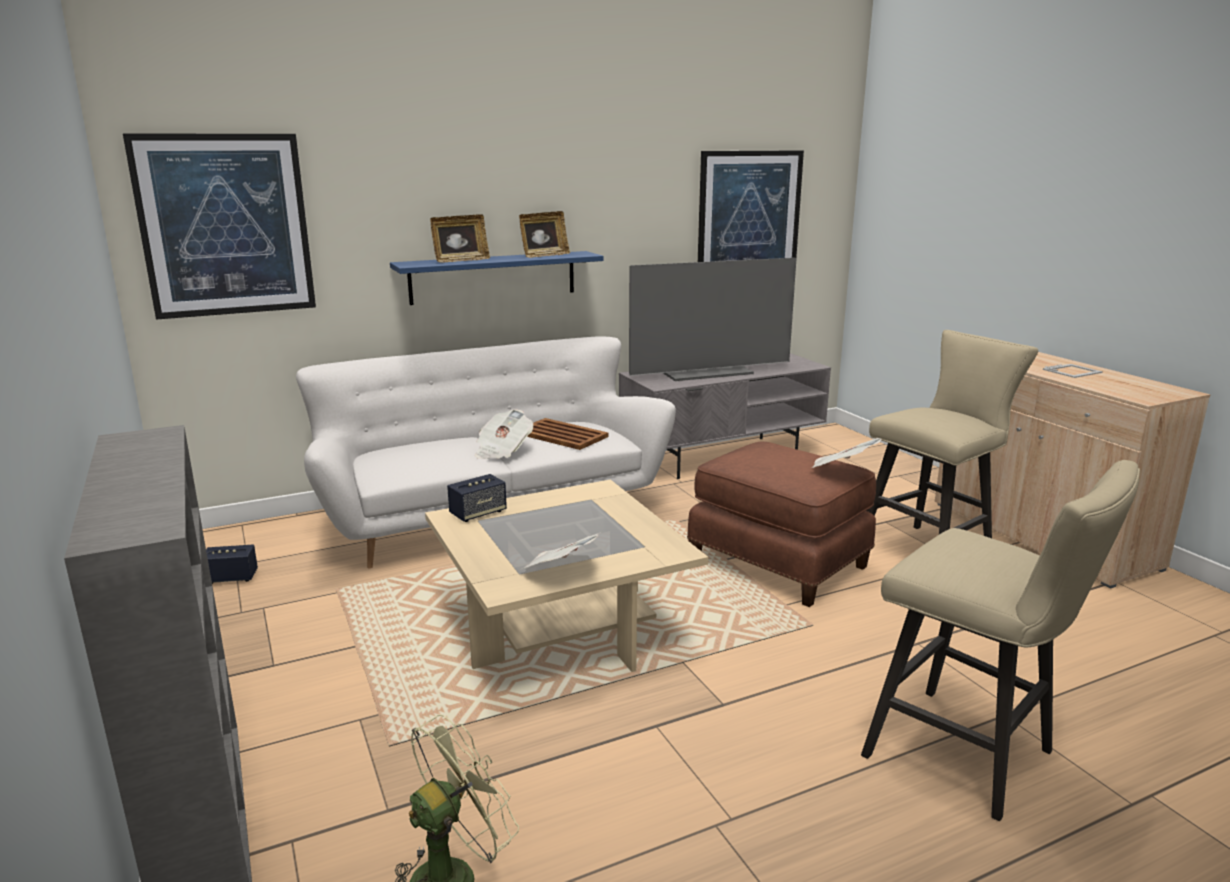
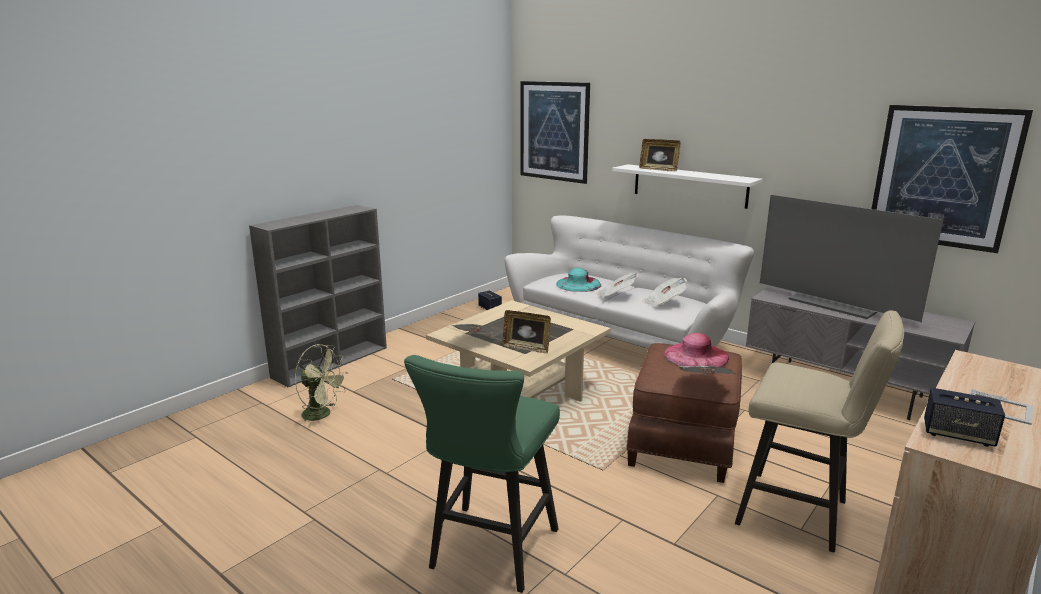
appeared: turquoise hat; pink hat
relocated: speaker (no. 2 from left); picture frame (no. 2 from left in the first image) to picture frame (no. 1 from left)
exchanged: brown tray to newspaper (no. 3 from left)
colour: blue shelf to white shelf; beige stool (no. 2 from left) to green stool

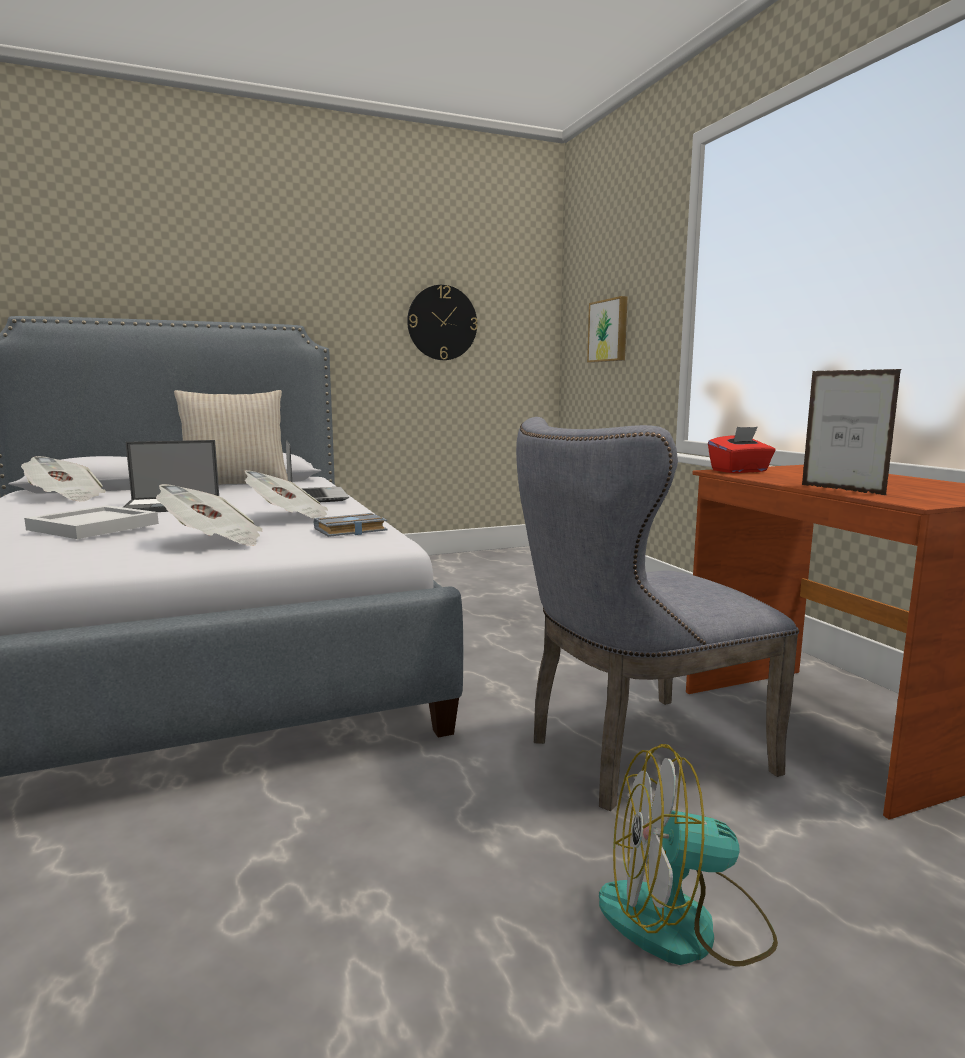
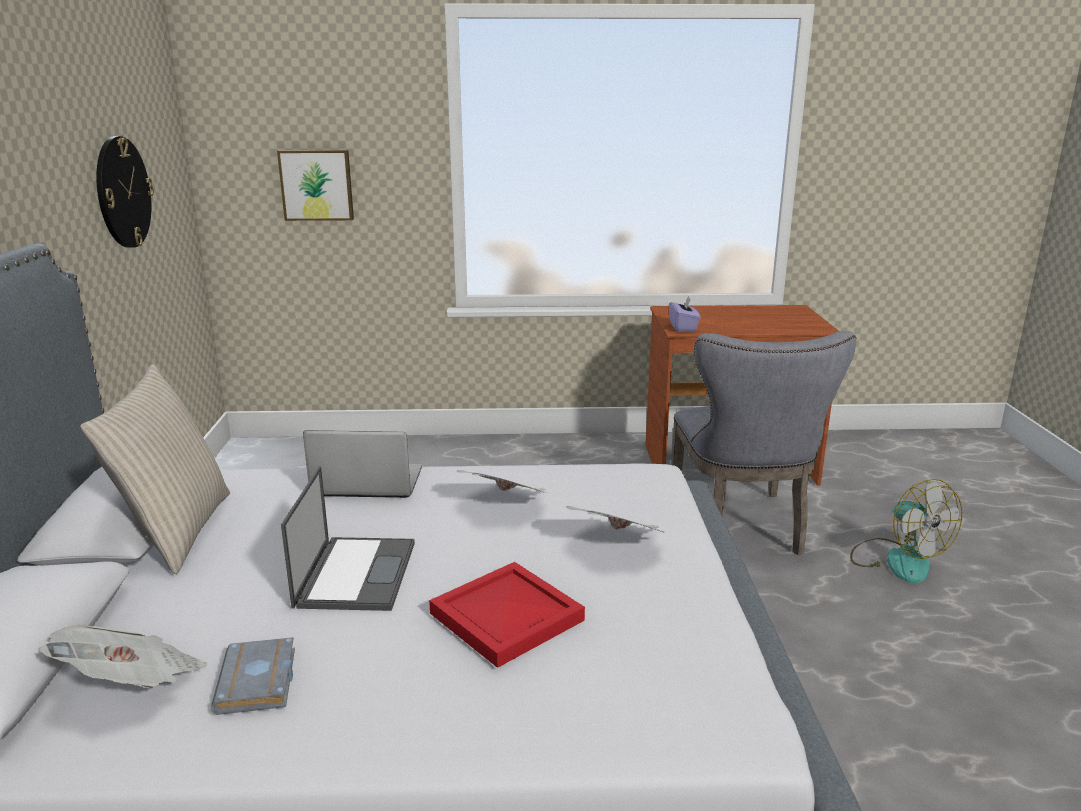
missing: picture frame
relocated: grey book
colour: white tray to red tray; red tissue box to purple tissue box
spun: fan 45 degrees counterclockwise

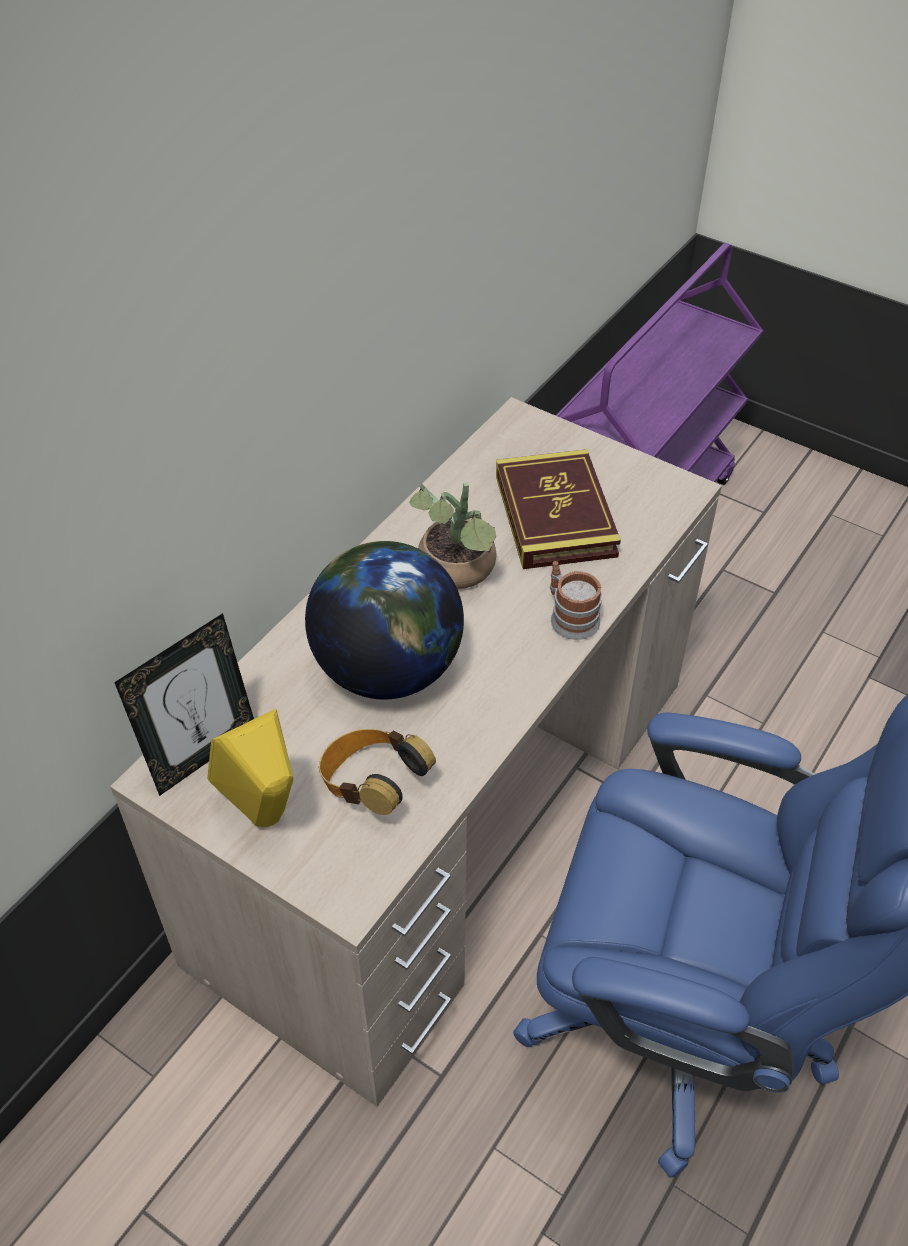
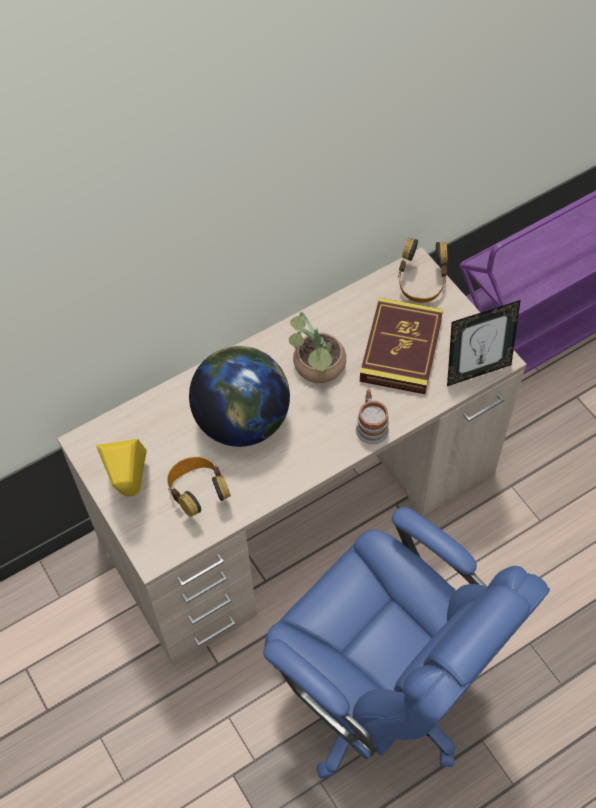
appeared: headphones (no. 2 from left)
relocated: picture frame

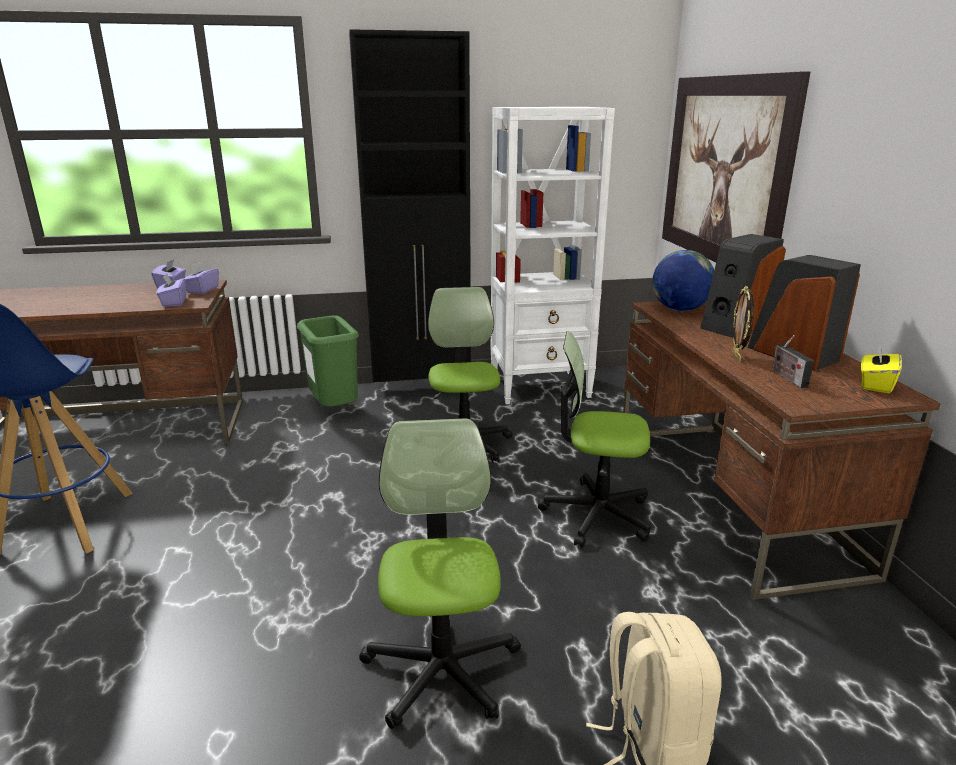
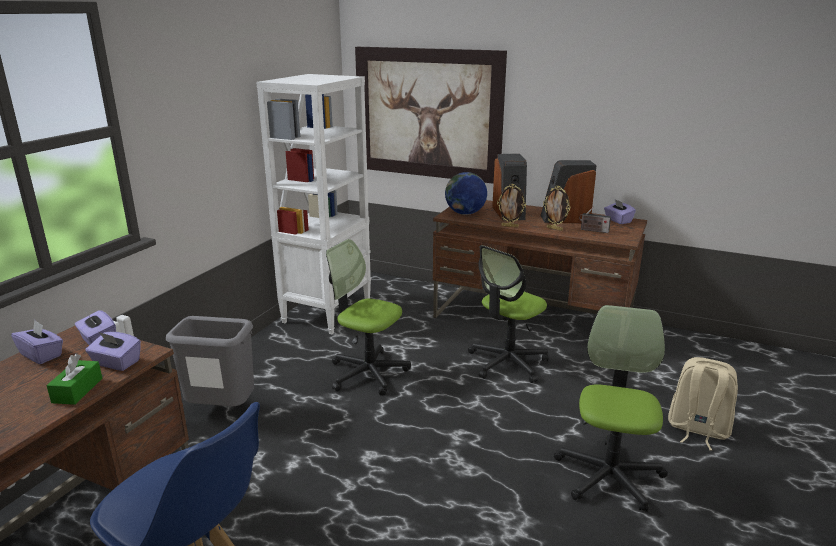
missing: black cabinet
appeared: green tissue box; picture frame (no. 1 from left)
colour: green trash can to grey trash can; yellow tissue box to purple tissue box (no. 4 from left)
spun: office chair (no. 1 from left in the first image) 75 degrees clockwise

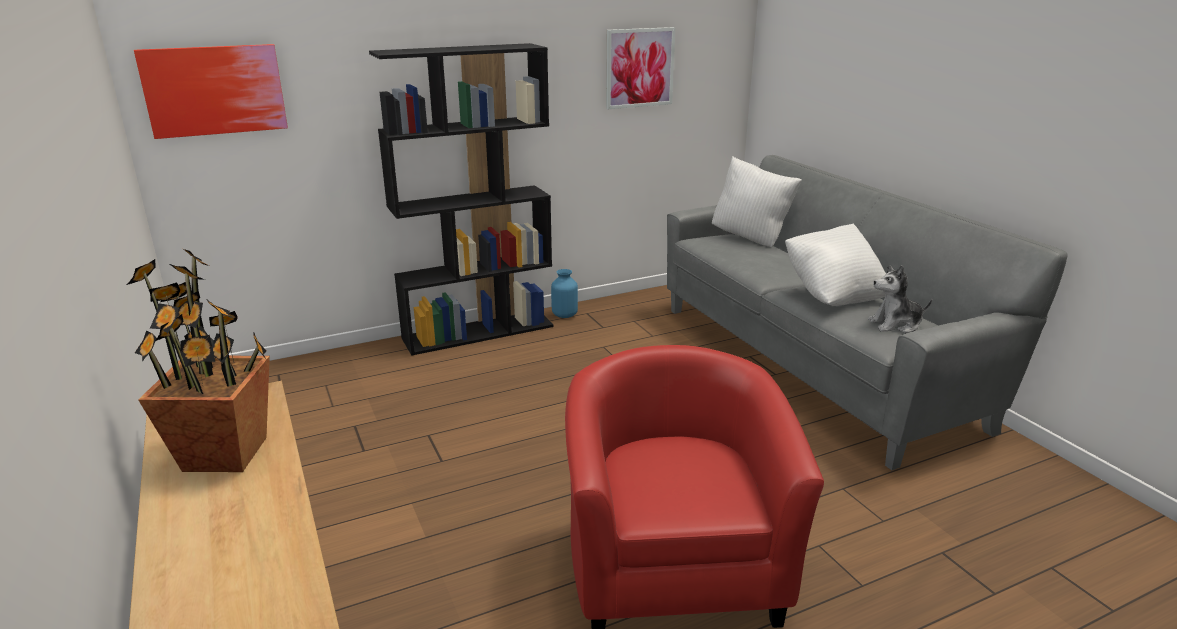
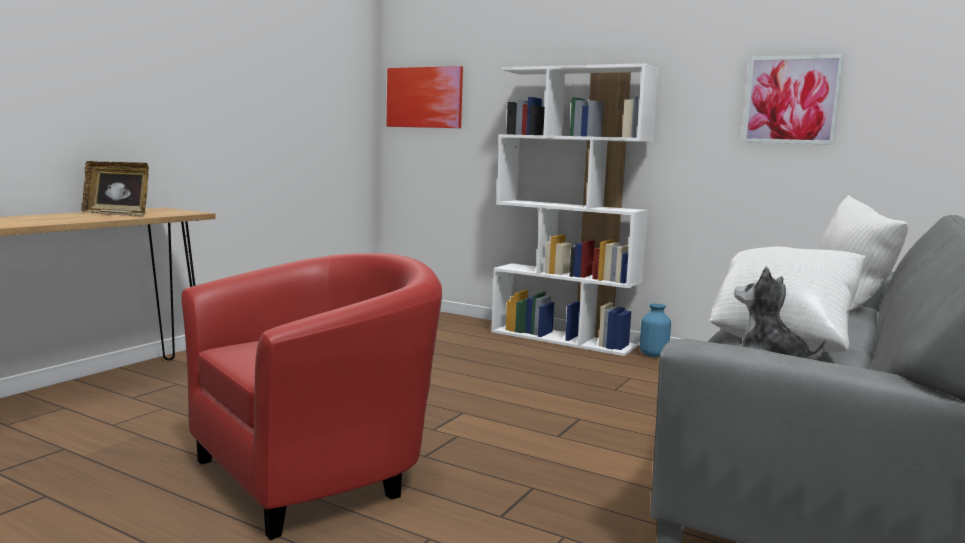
exchanged: potted plant to picture frame
colour: black bookcase to white bookcase

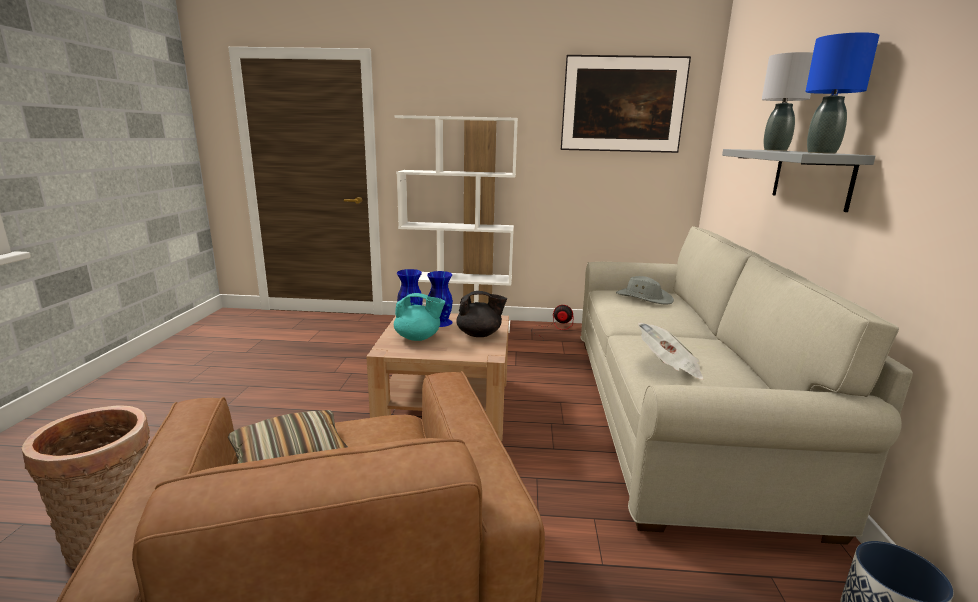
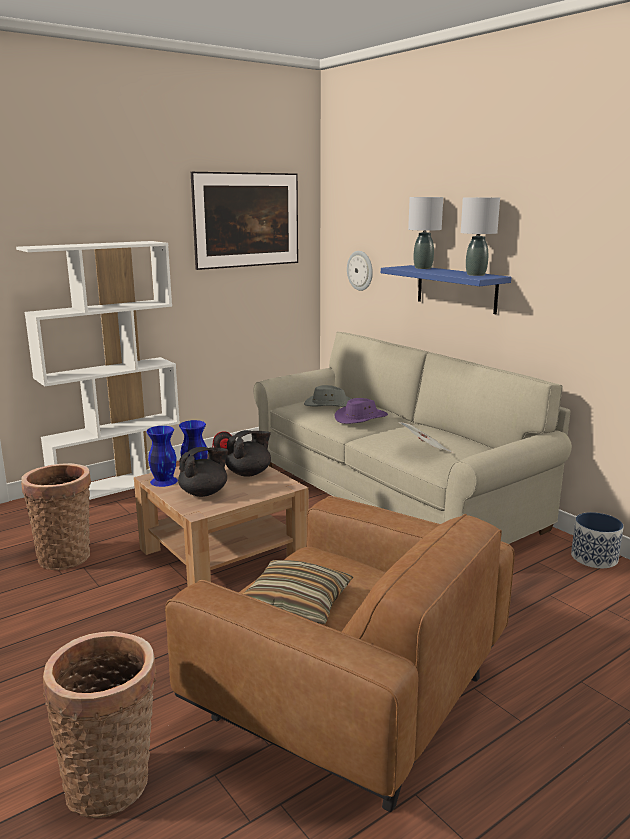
appeared: basket (no. 1 from left); purple hat; wall clock
colour: turquoise teapot to black teapot (no. 1 from left); grey shelf to blue shelf; blue table lamp to grey table lamp (no. 2 from left)

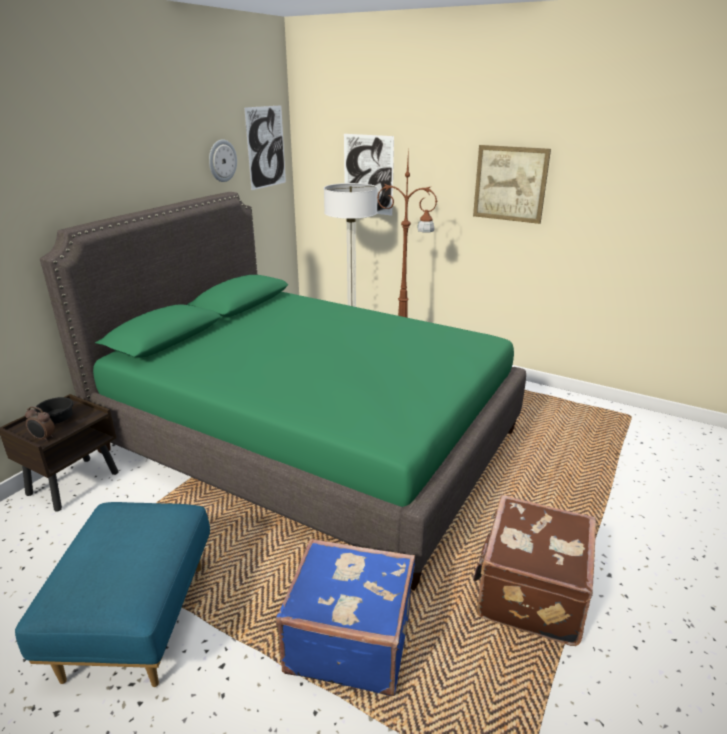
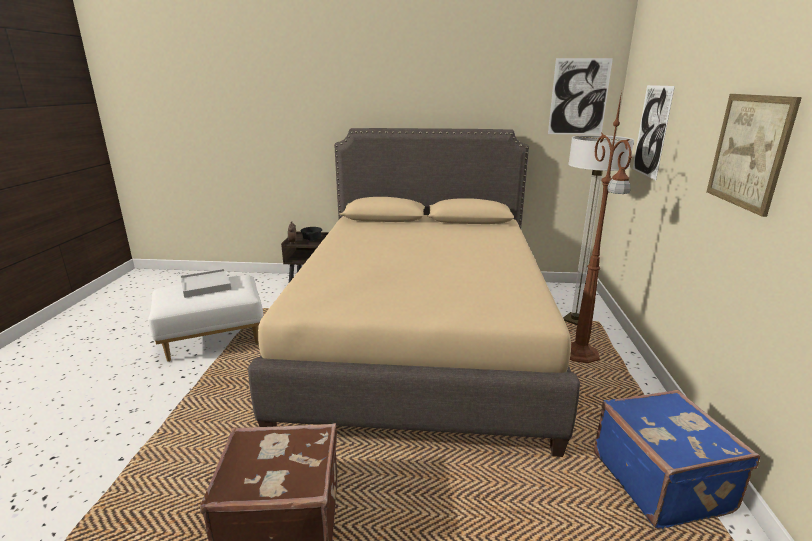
missing: wall clock
appeared: white tray
relocated: blue suitcase
colour: blue ottoman to white ottoman; green bed to beige bed

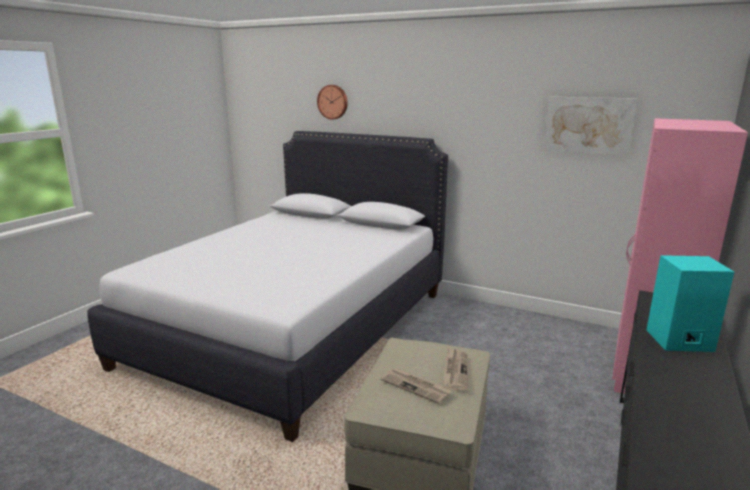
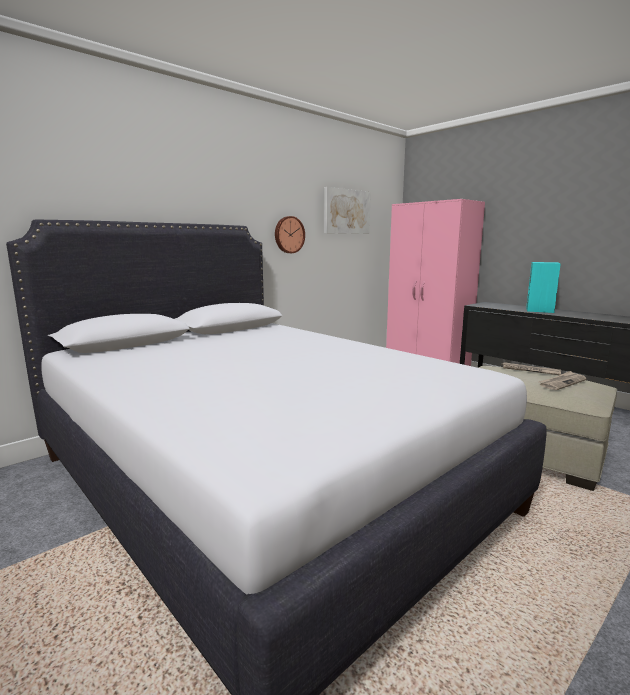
relocated: wall clock

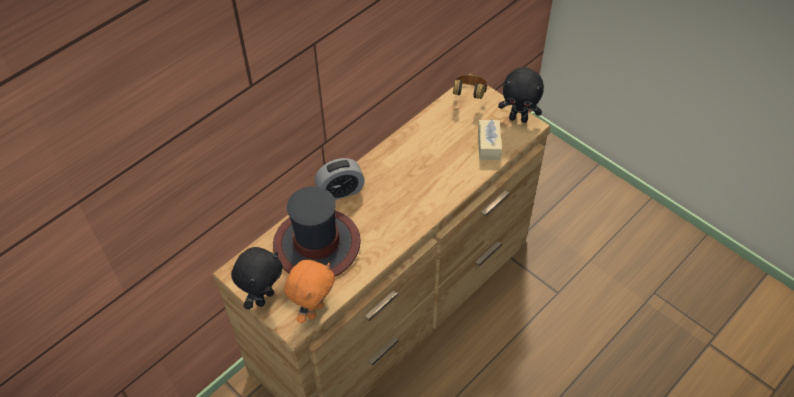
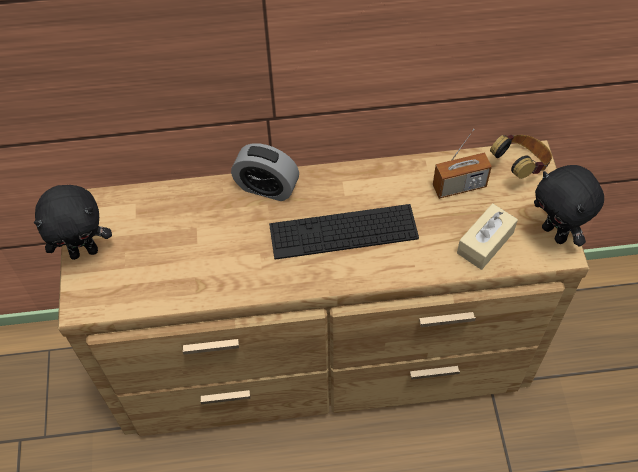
missing: hat; orange plush toy
appeared: keyboard; radio

